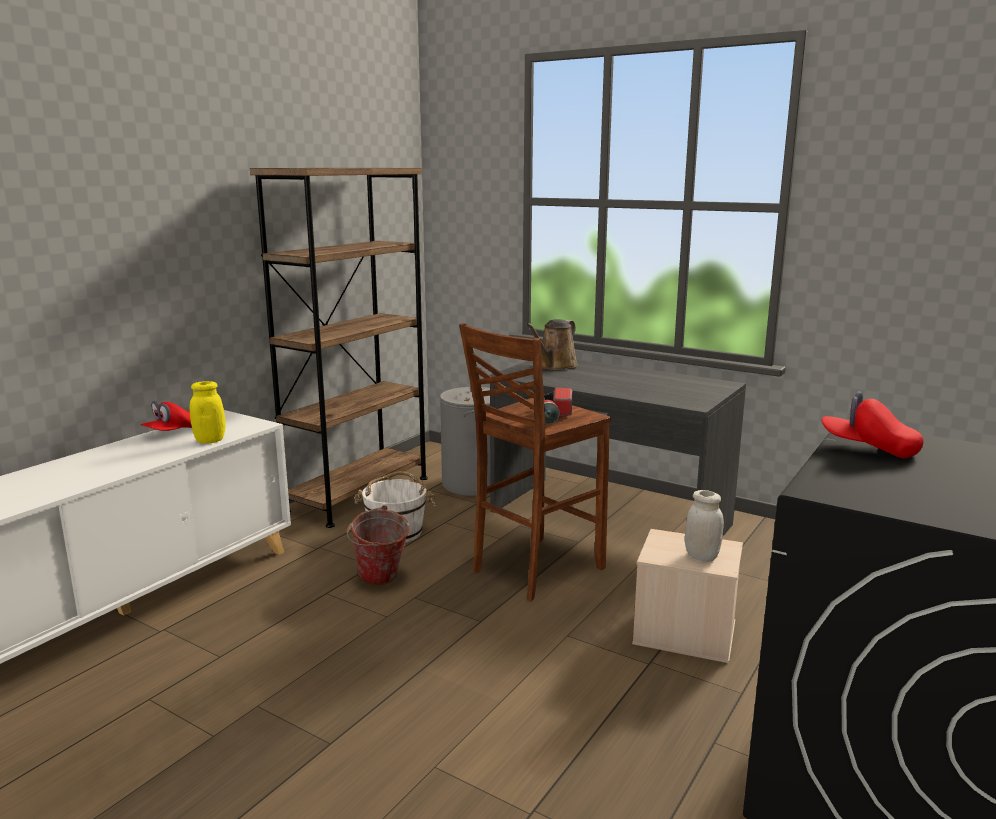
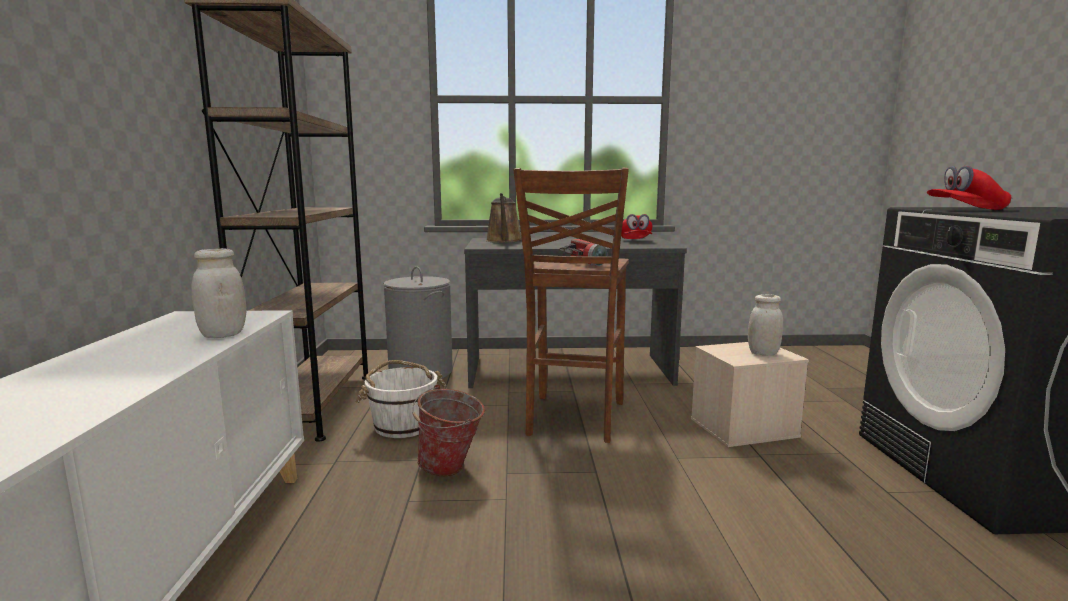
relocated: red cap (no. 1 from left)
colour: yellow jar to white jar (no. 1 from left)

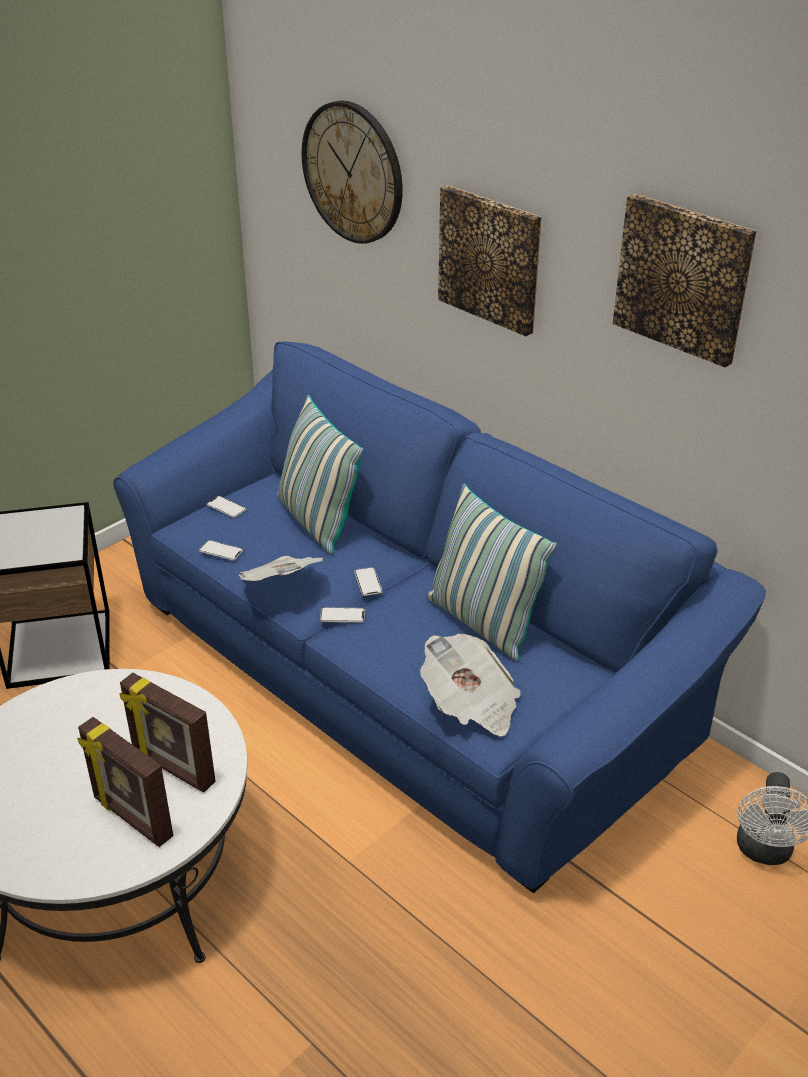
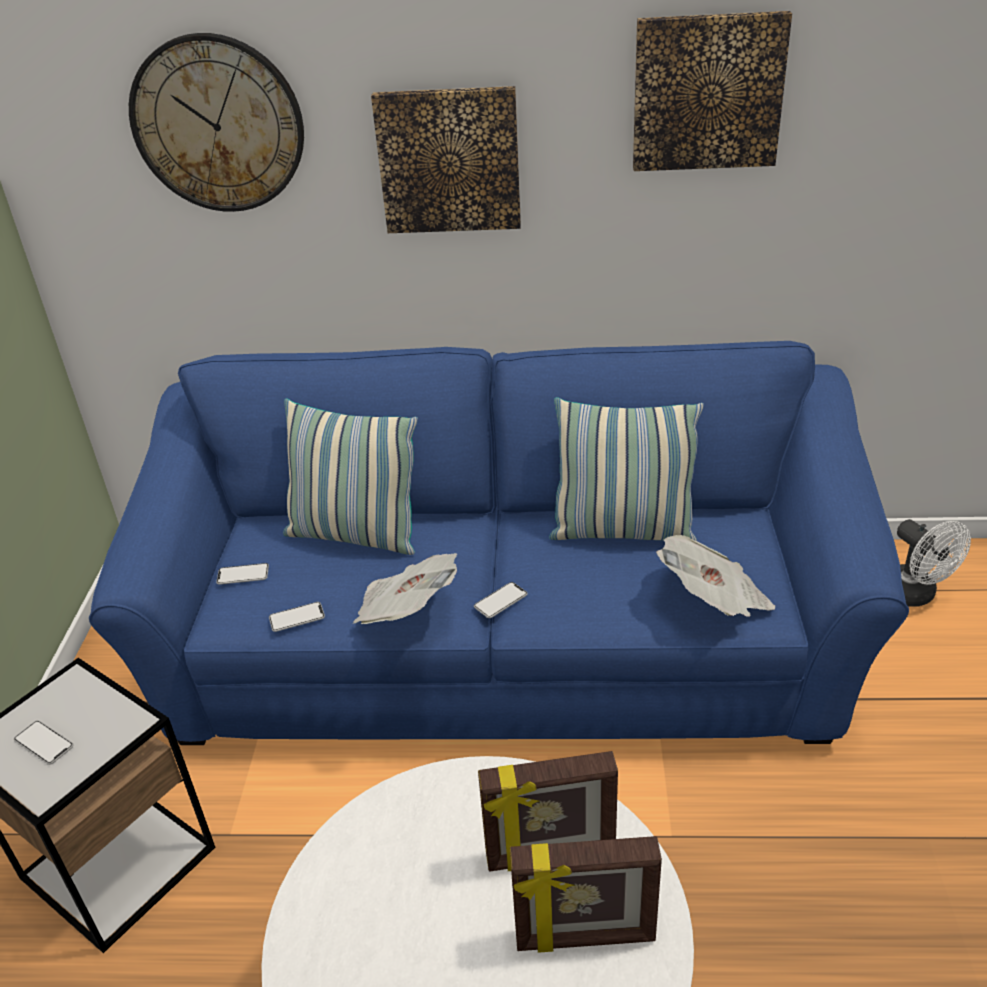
relocated: phone (no. 4 from left in the first image) to phone (no. 1 from left)

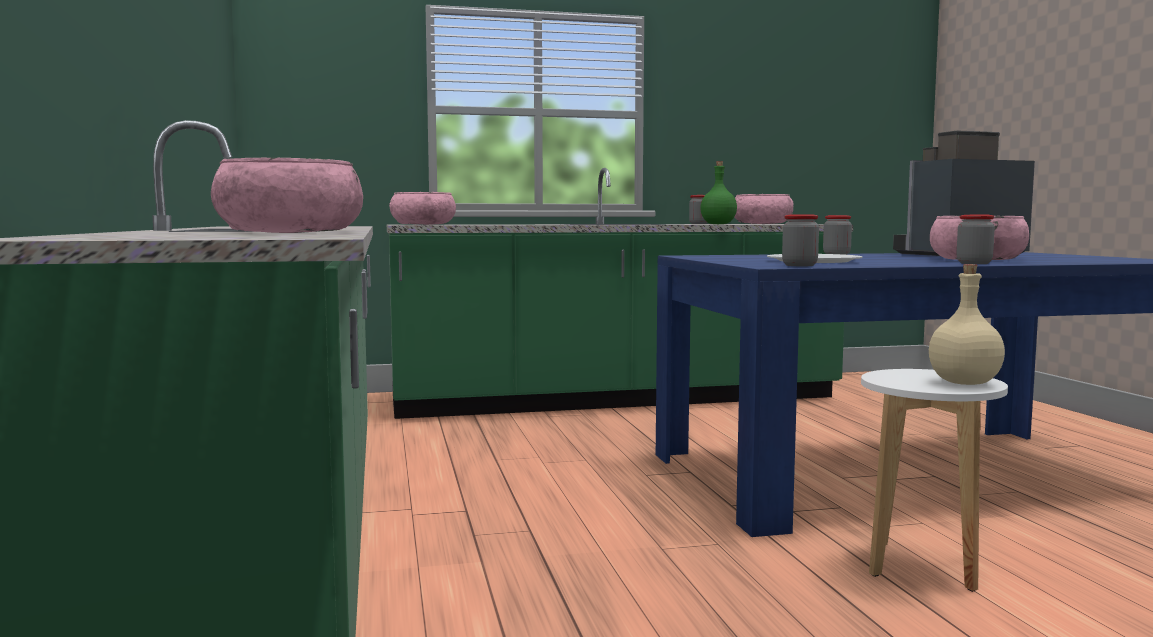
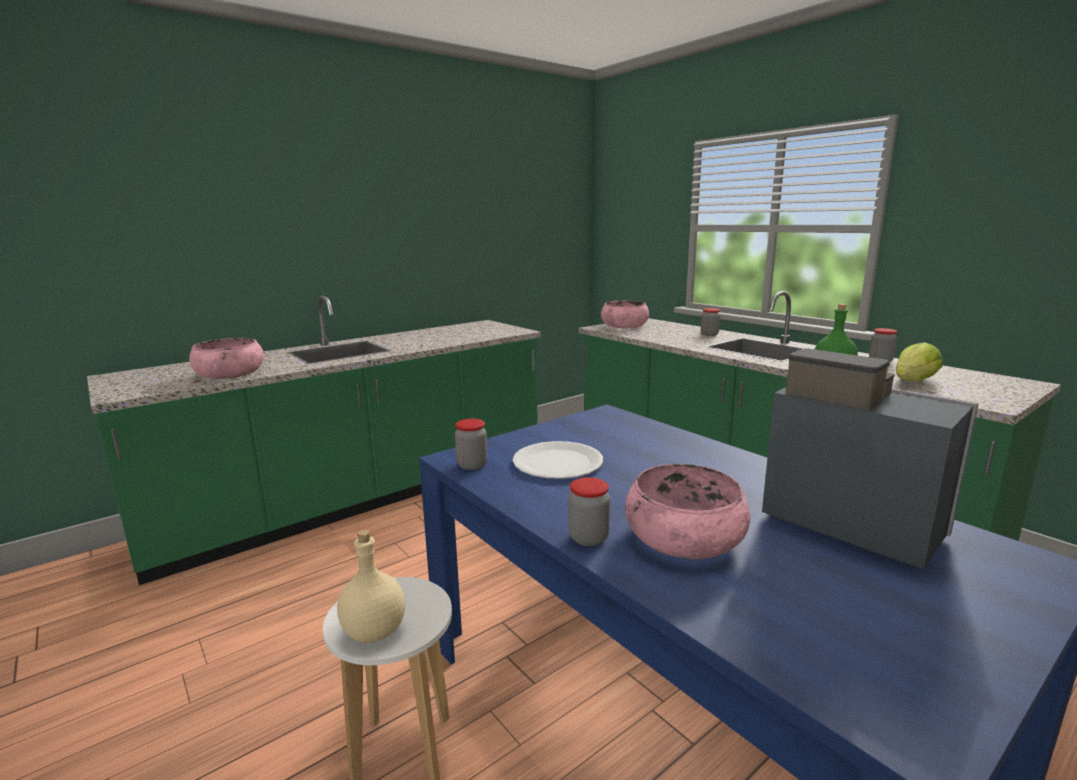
relocated: jar (no. 3 from left)
exchanged: pink bowl (no. 3 from left) to lettuce

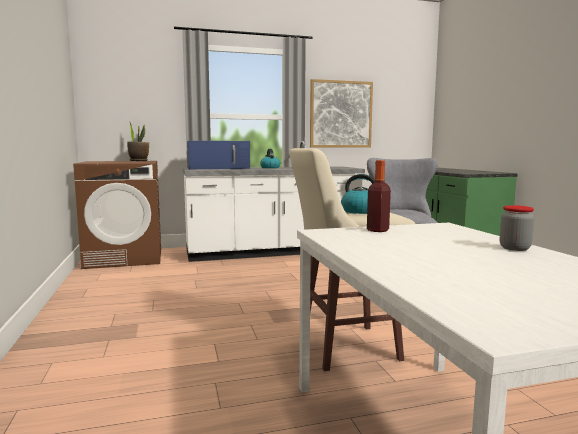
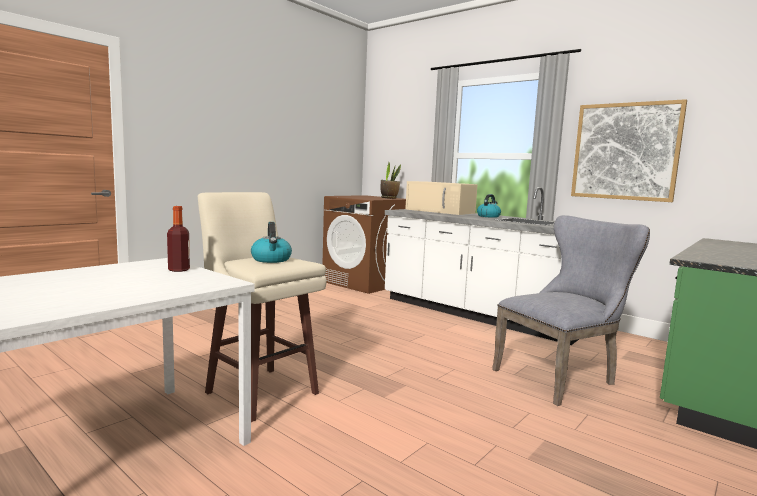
missing: jar
colour: blue microwave to beige microwave

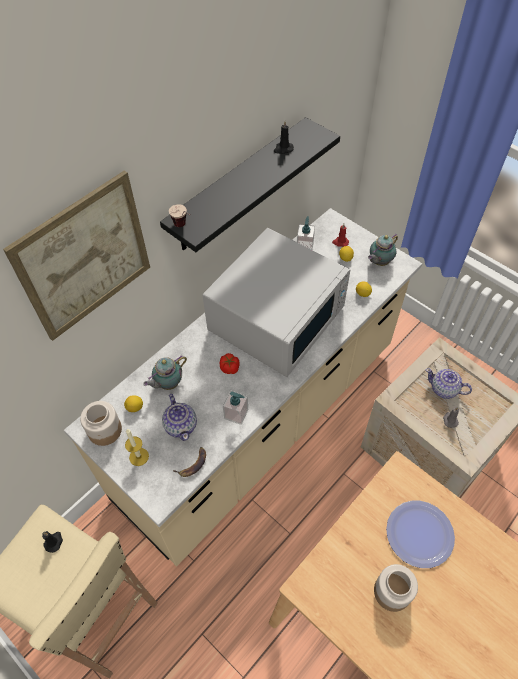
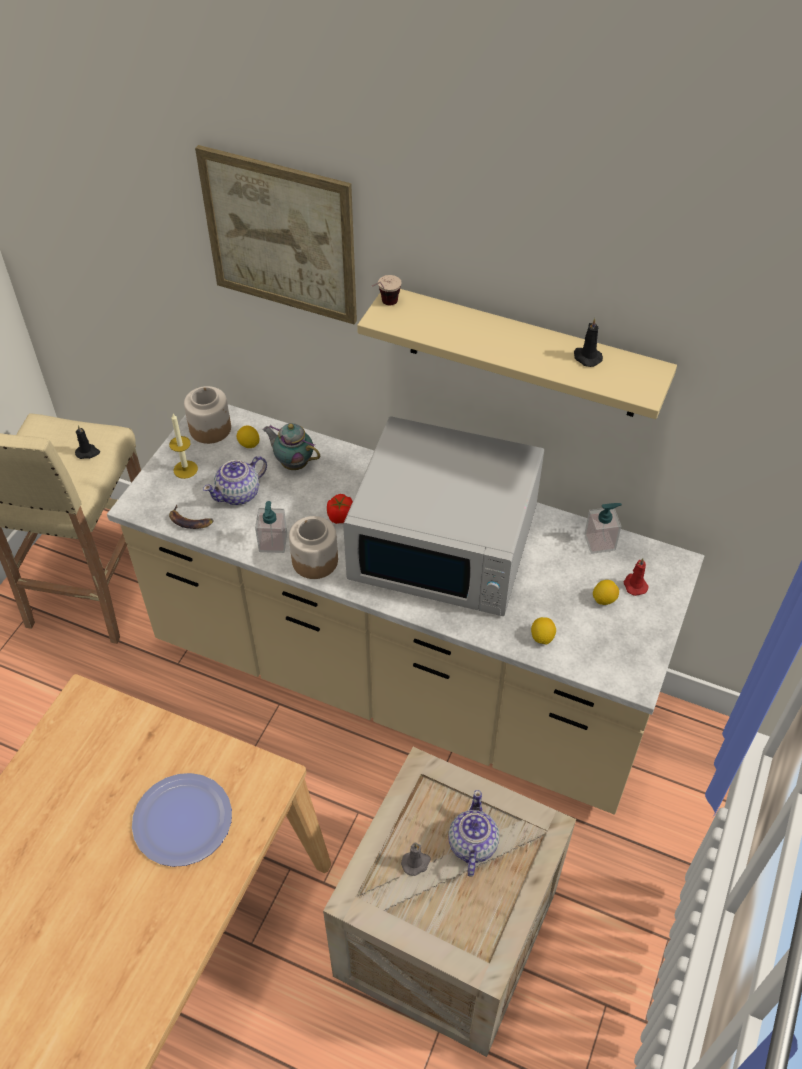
missing: teapot (no. 3 from left)
relocated: jar (no. 2 from left)
colour: black shelf to beige shelf

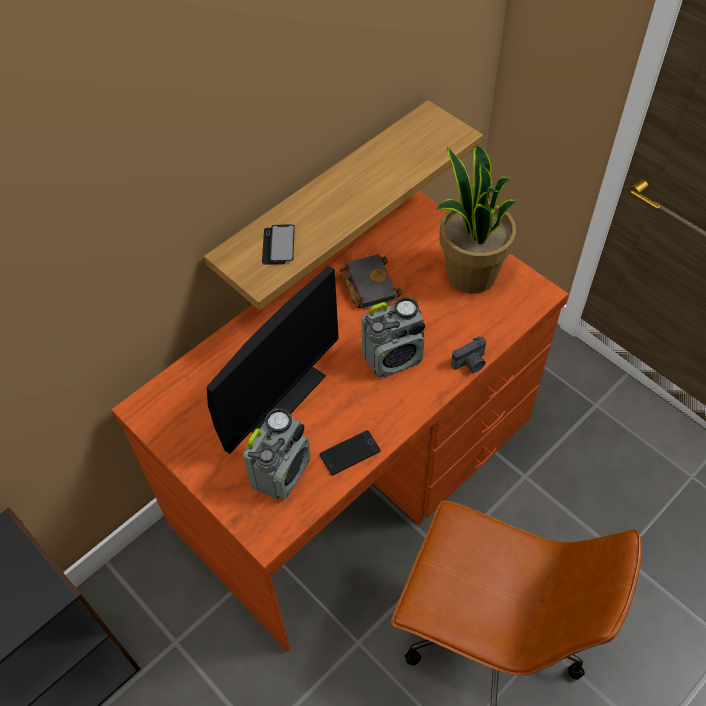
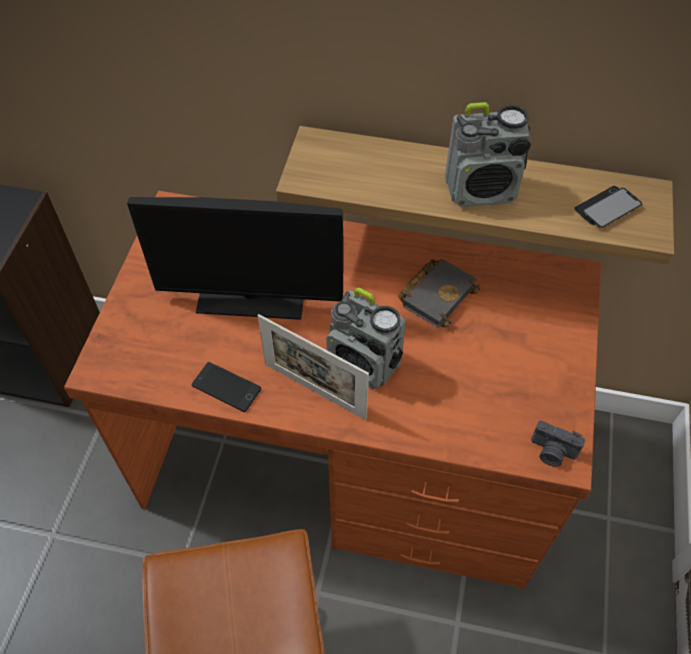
missing: potted plant
appeared: picture frame
relocated: radio (no. 1 from left in the first image) to radio (no. 2 from left); phone (no. 1 from left in the first image) to phone (no. 2 from left); photo camera

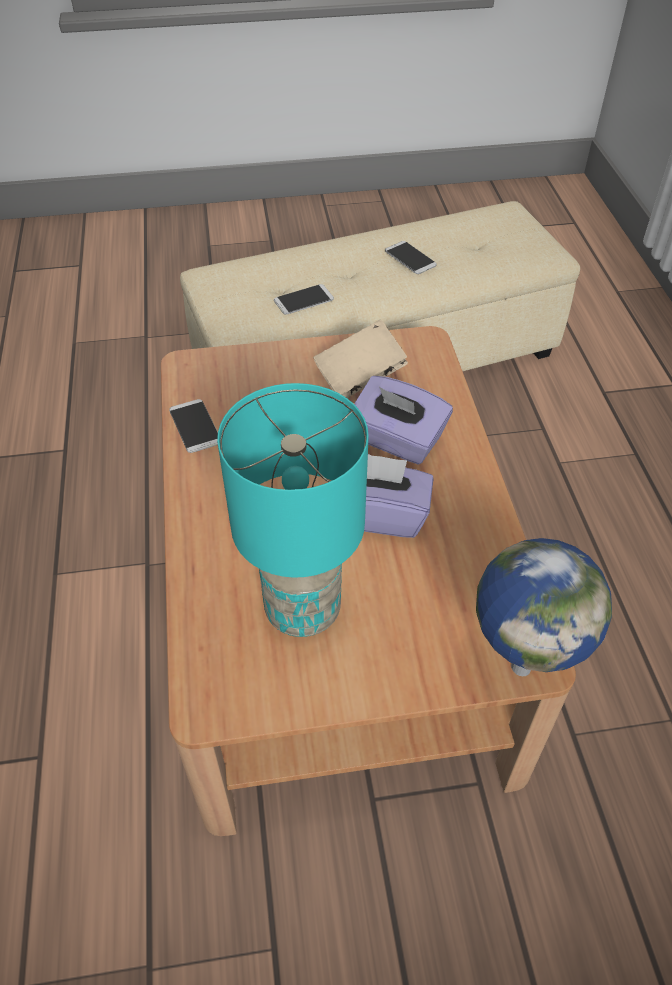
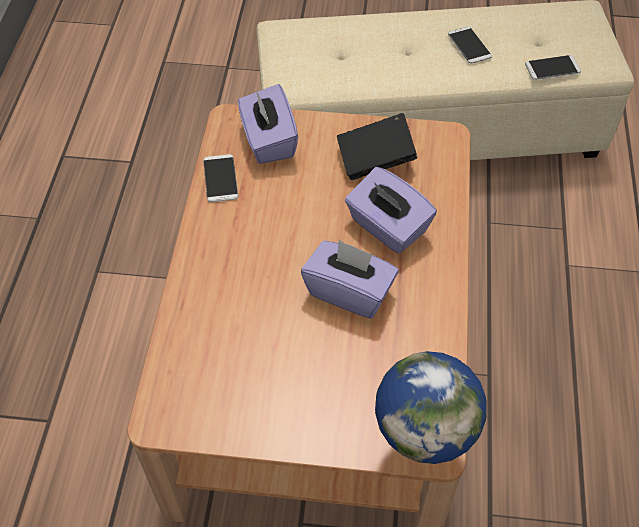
missing: turquoise table lamp
appeared: purple tissue box (no. 1 from left)
relocated: phone (no. 2 from left in the first image) to phone (no. 3 from left)
colour: beige book to black book

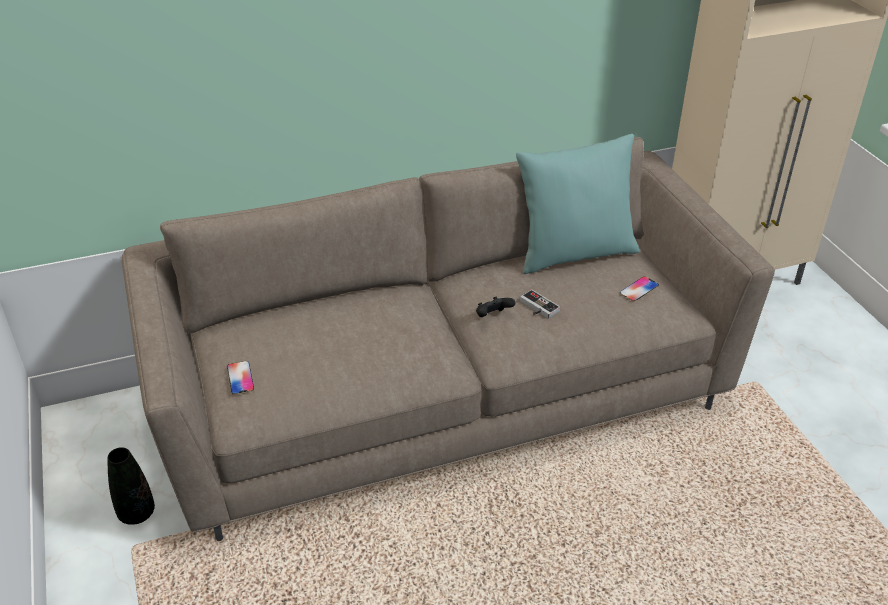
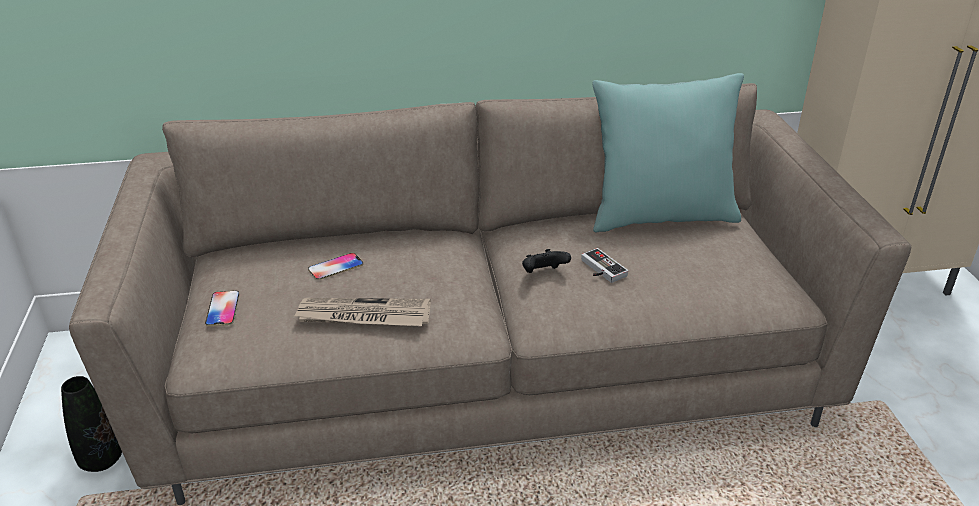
appeared: newspaper
relocated: phone (no. 2 from left)

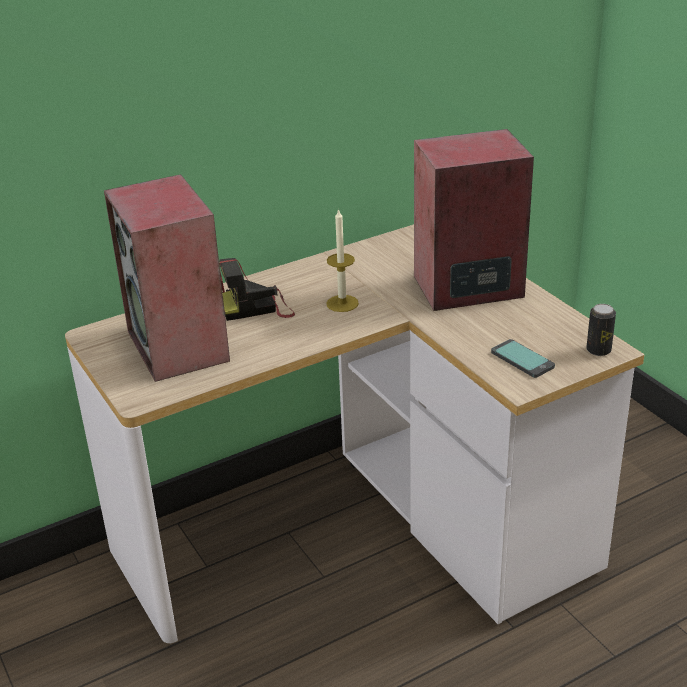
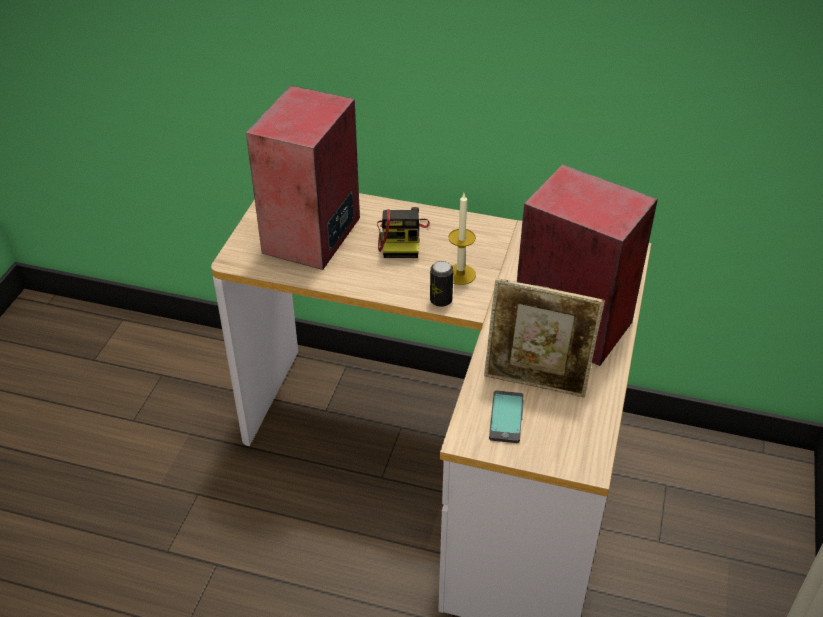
appeared: picture frame
relocated: can
spun: photo camera 120 degrees counterclockwise

